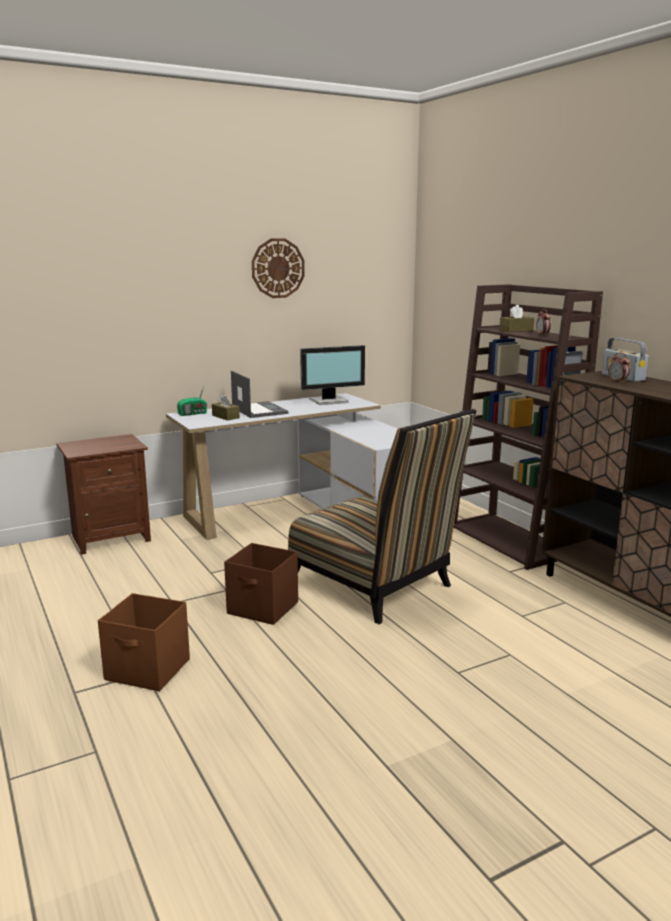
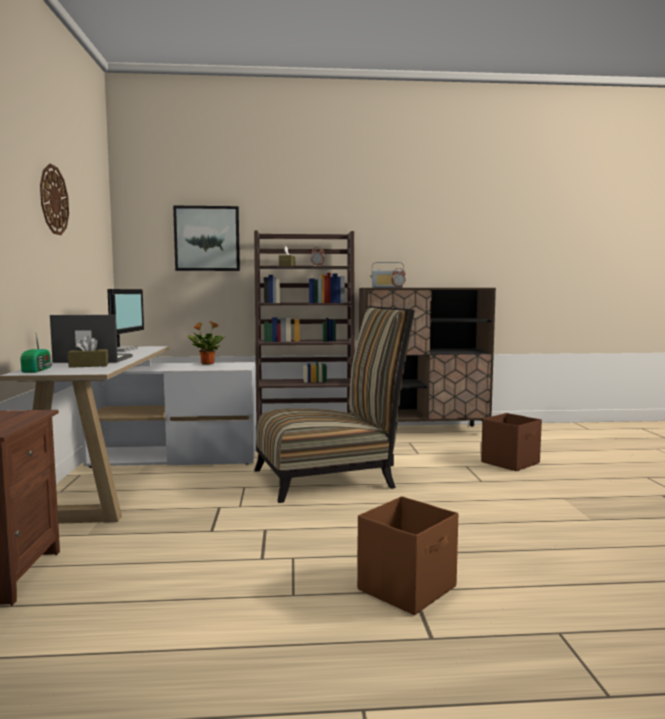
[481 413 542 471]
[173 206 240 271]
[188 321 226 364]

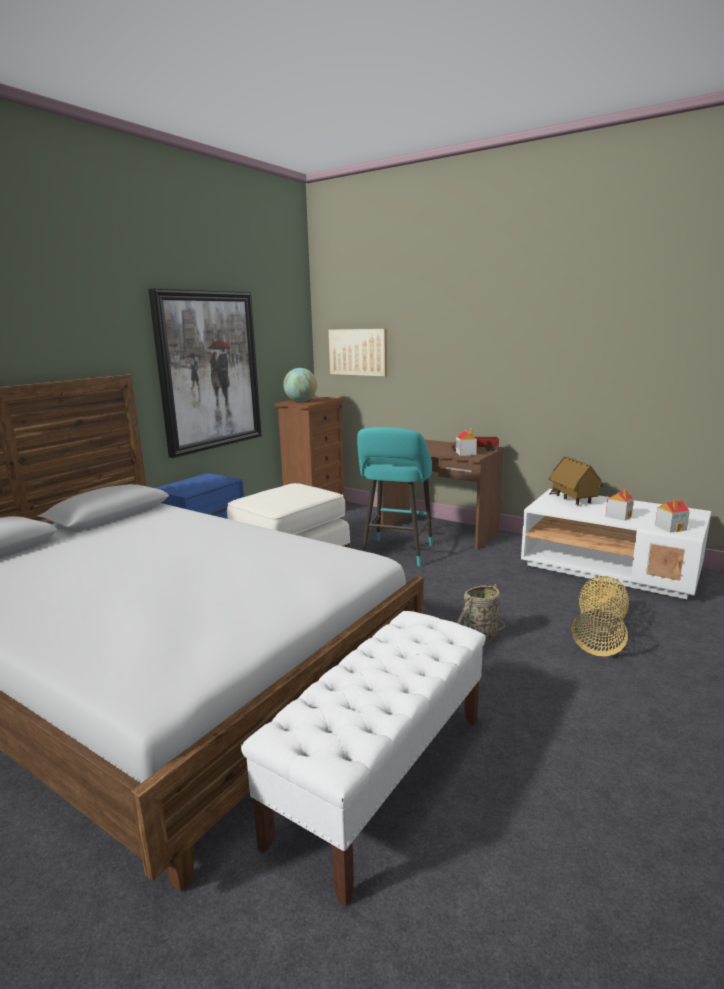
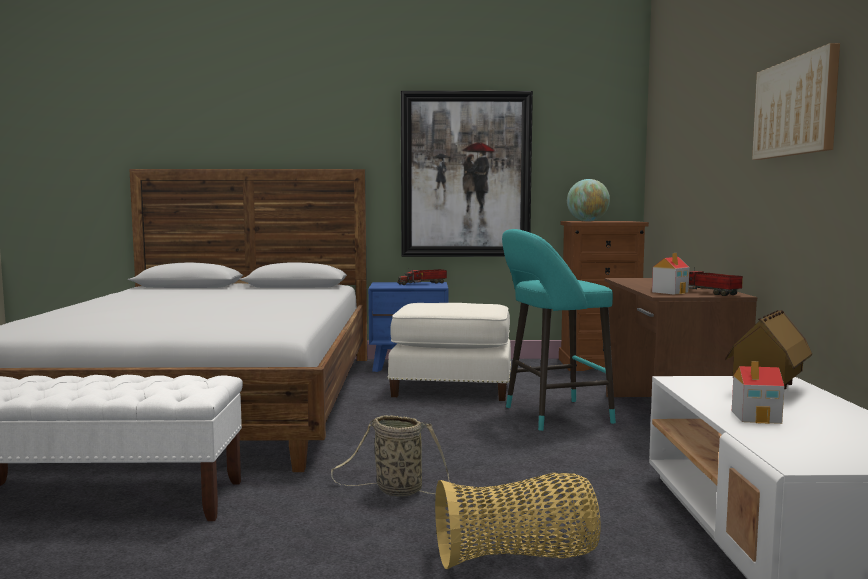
[752 43 840 160]
[655 499 690 533] (first image)
[398 269 447 285]

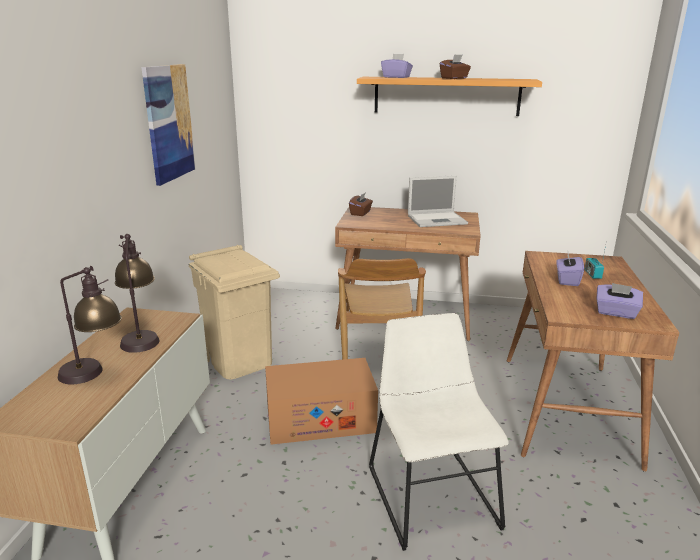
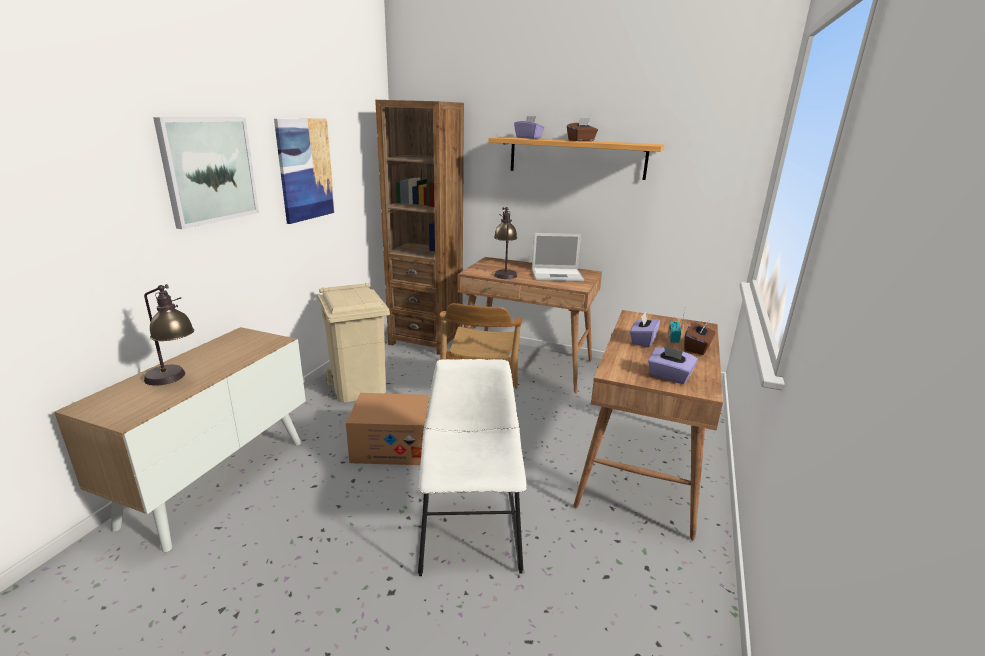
[684 322 715 355]
[494 207 517 279]
[375 100 464 355]
[153 117 259 229]

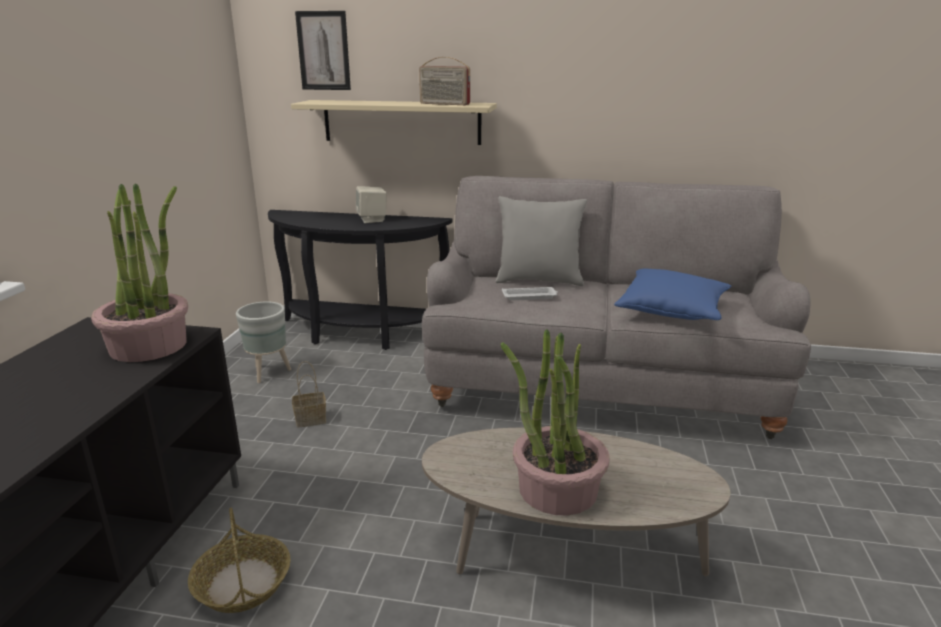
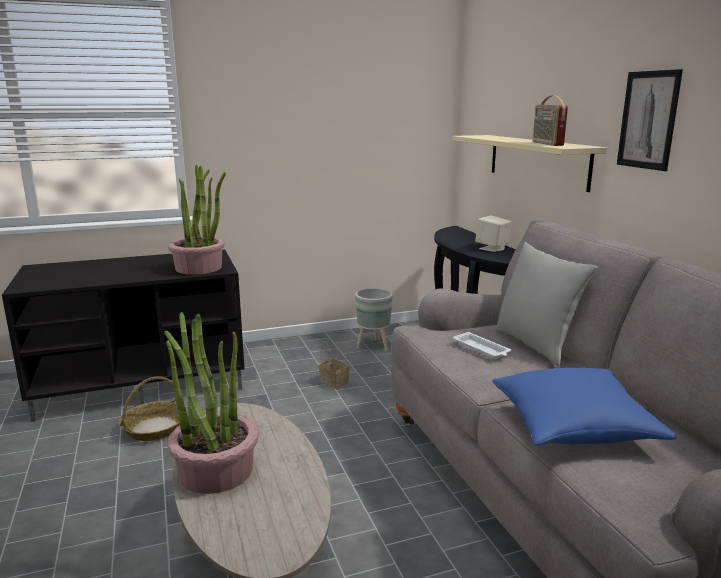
[617 69 683 171]

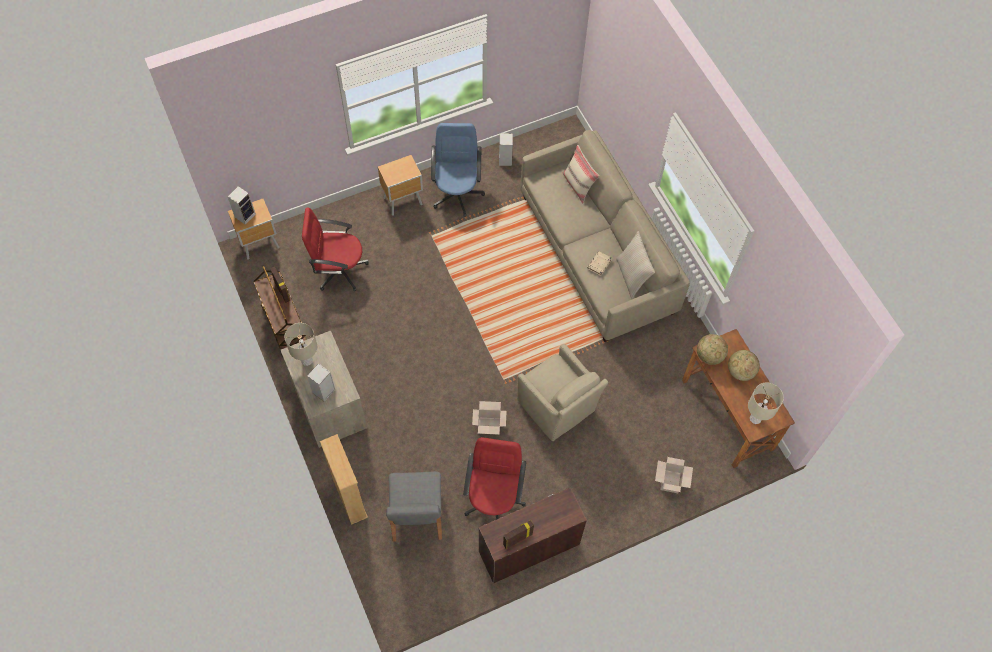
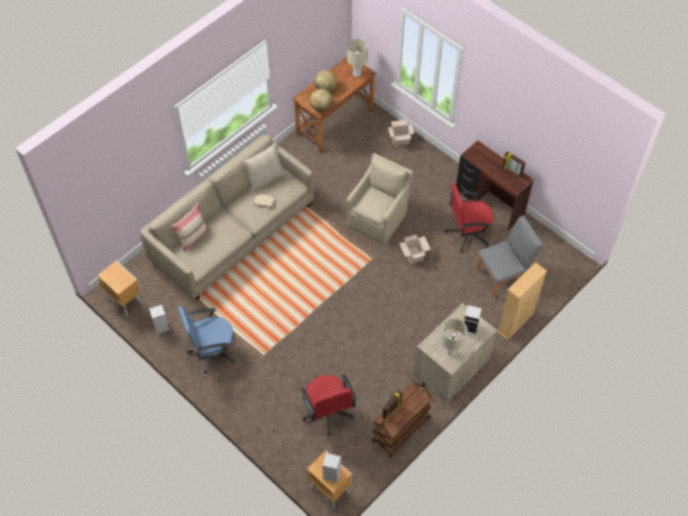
[97 260 143 317]

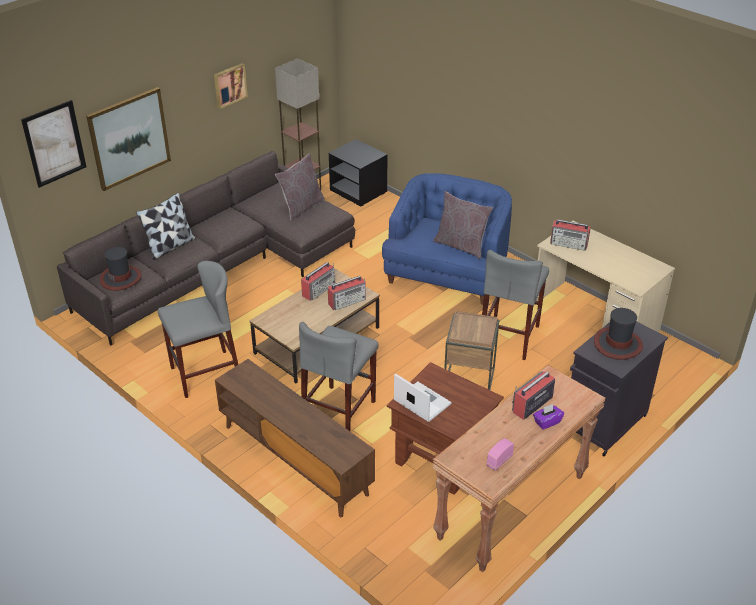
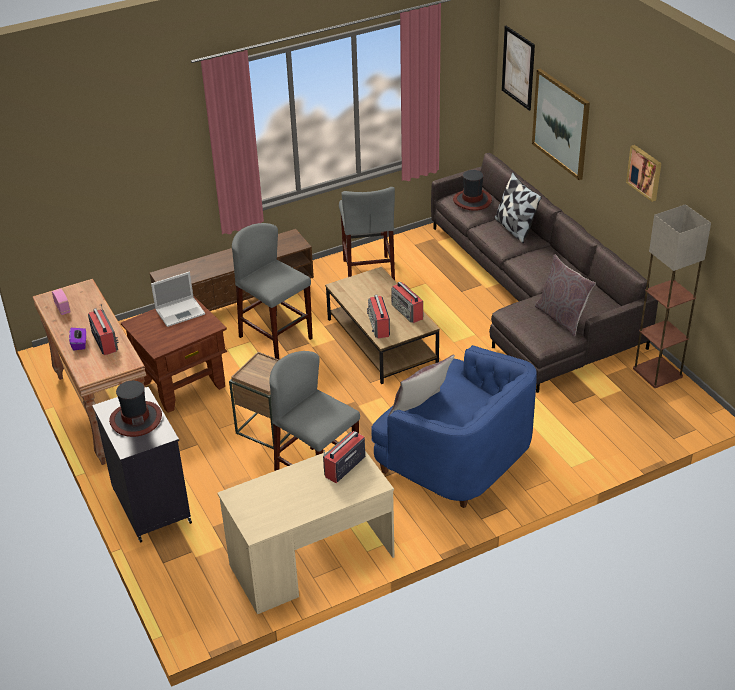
[329 139 388 207] (first image)

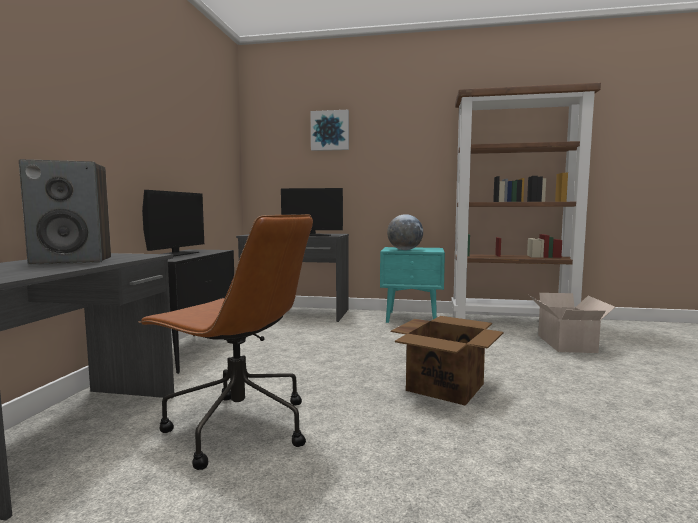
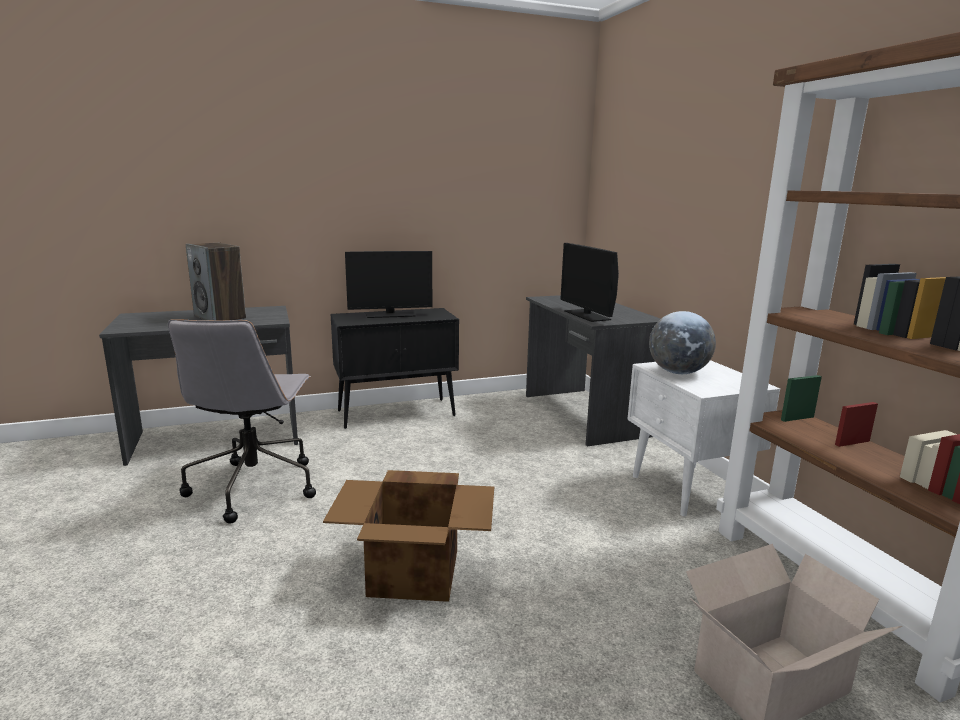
[311 110 349 151] (first image)
[168 319 316 523]
[627 360 780 517]

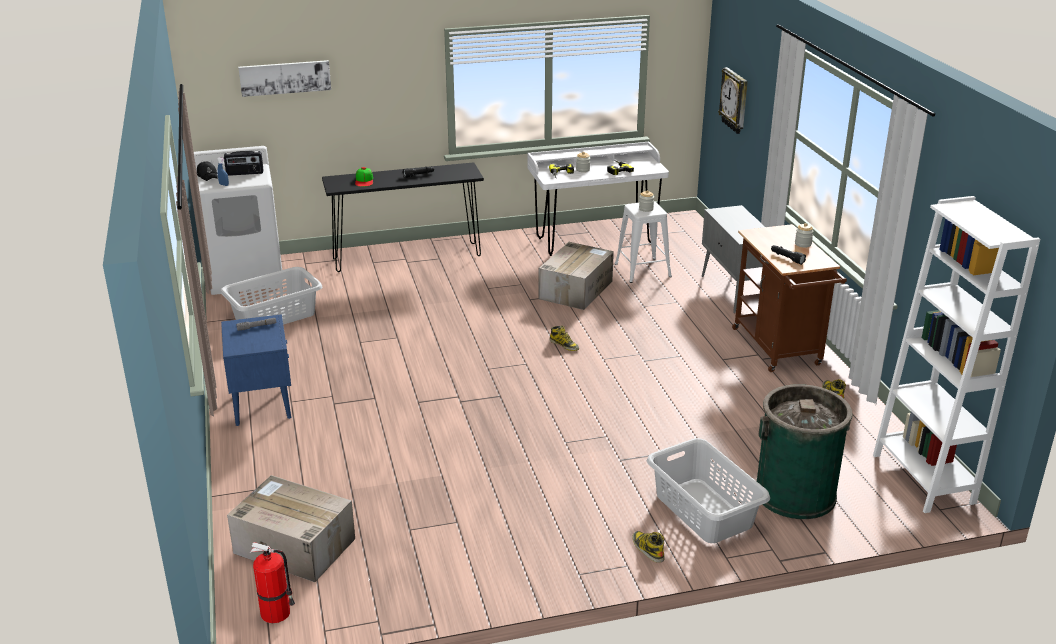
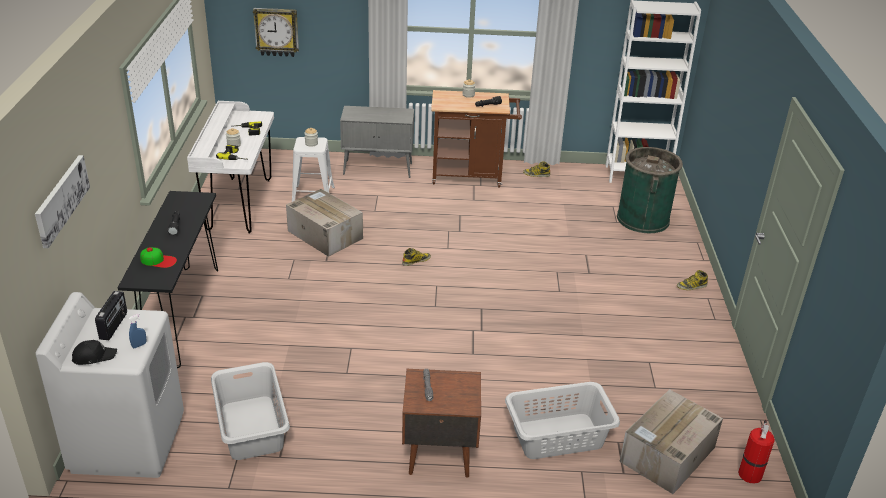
[402 369 481 478]
[505 382 620 459]

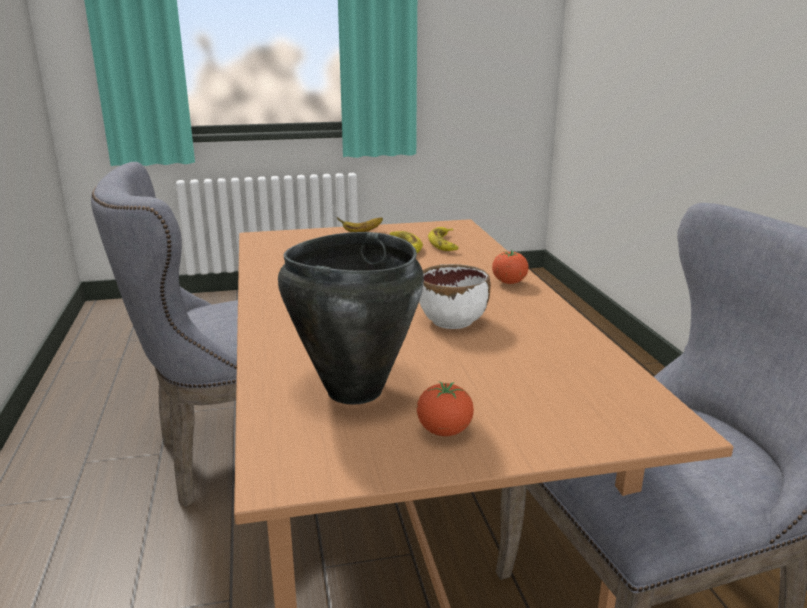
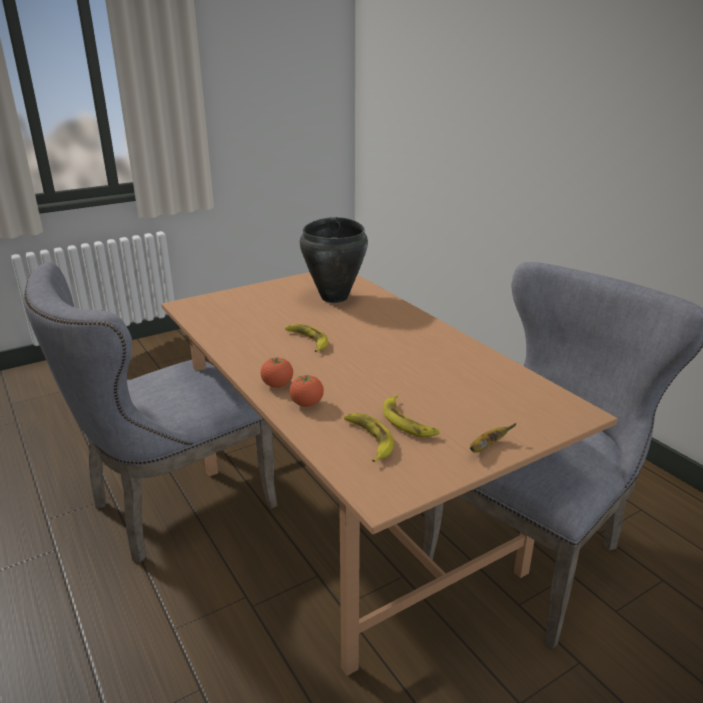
[285 324 328 352]
[289 375 324 407]

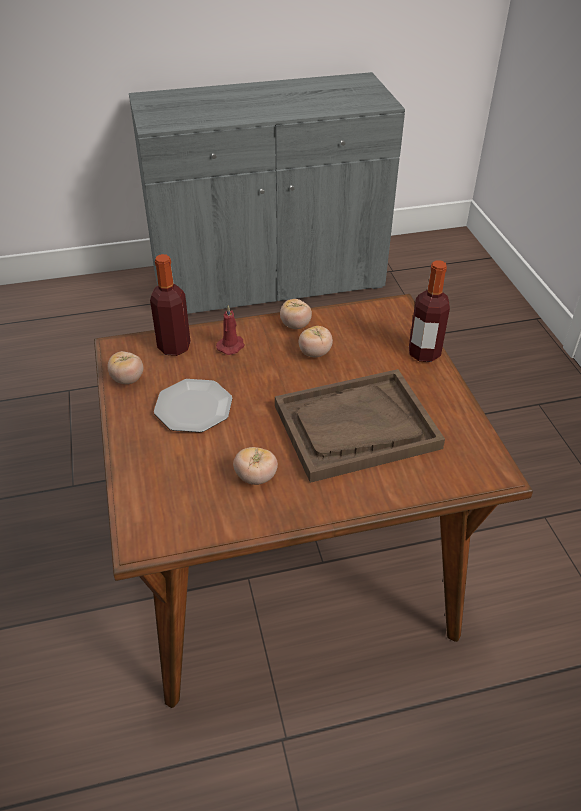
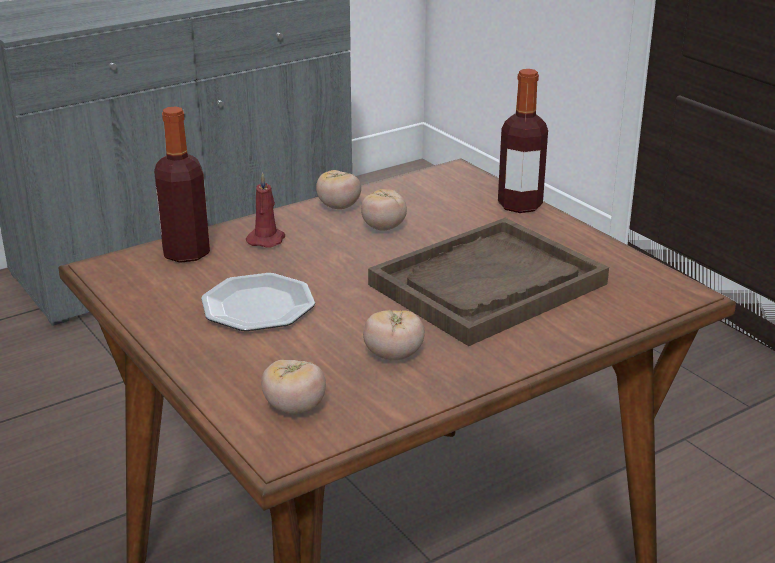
[261 360 326 414]

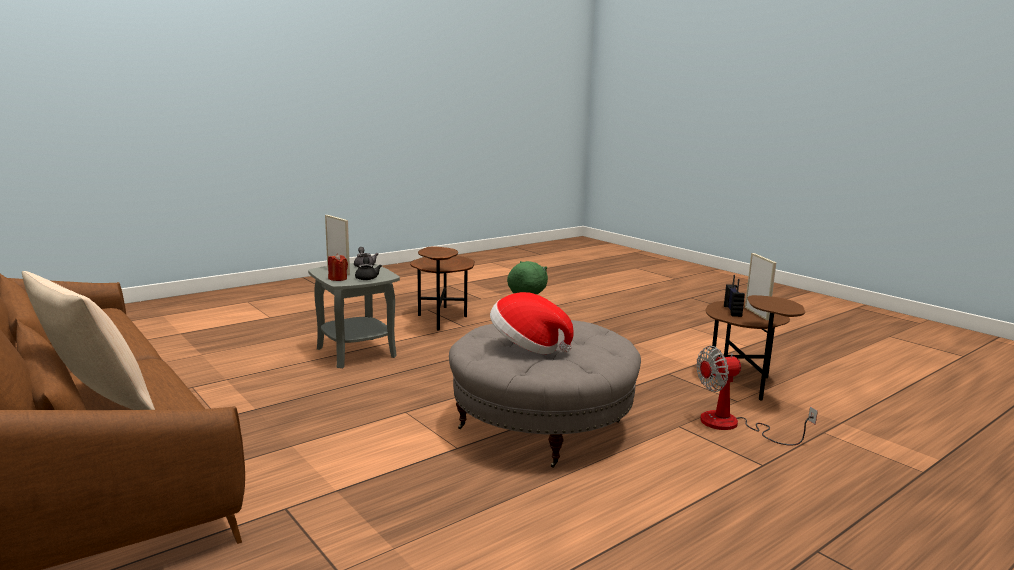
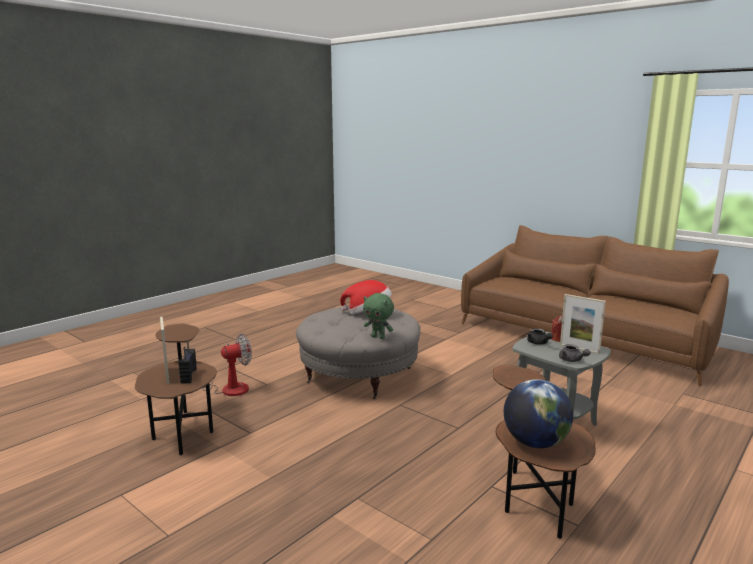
[22 271 155 410] (first image)
[504 379 573 448]

